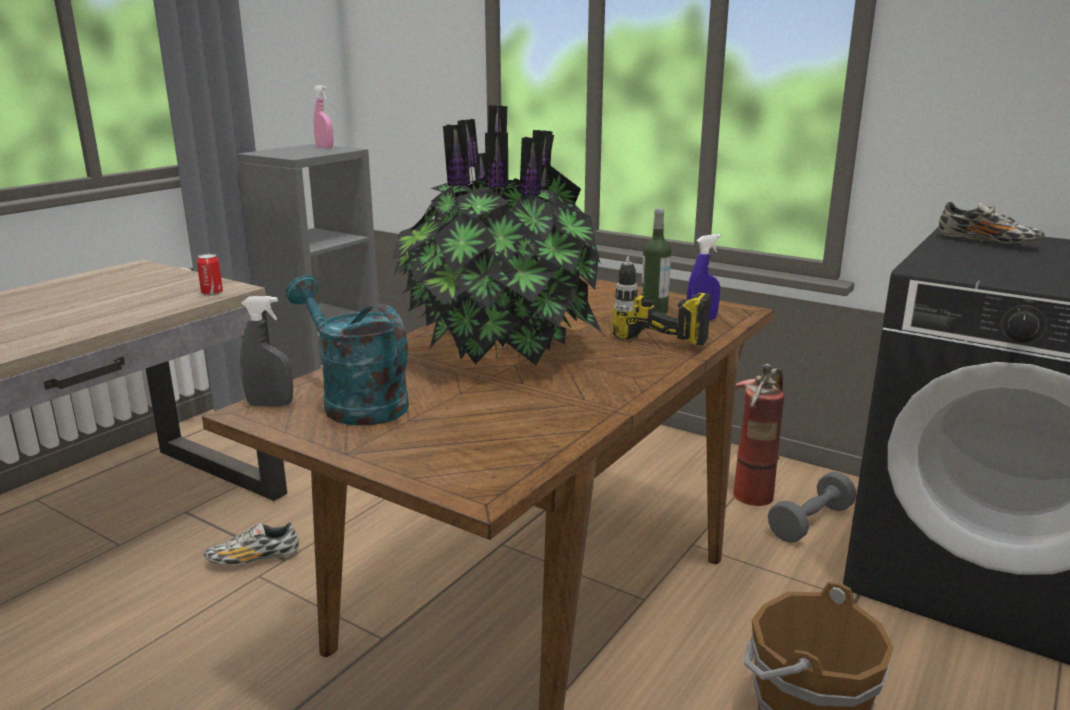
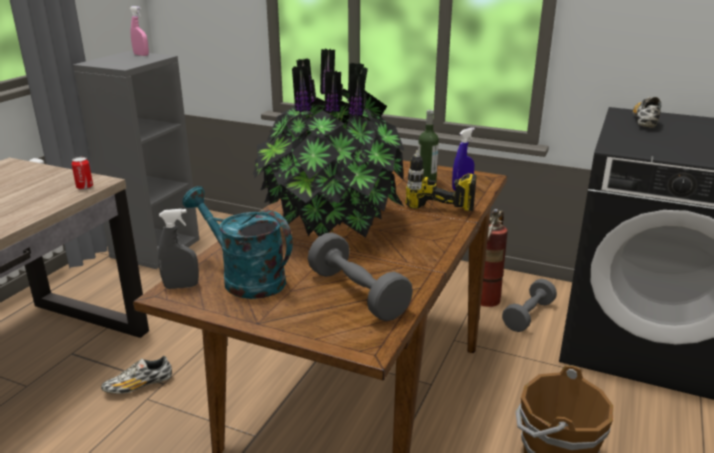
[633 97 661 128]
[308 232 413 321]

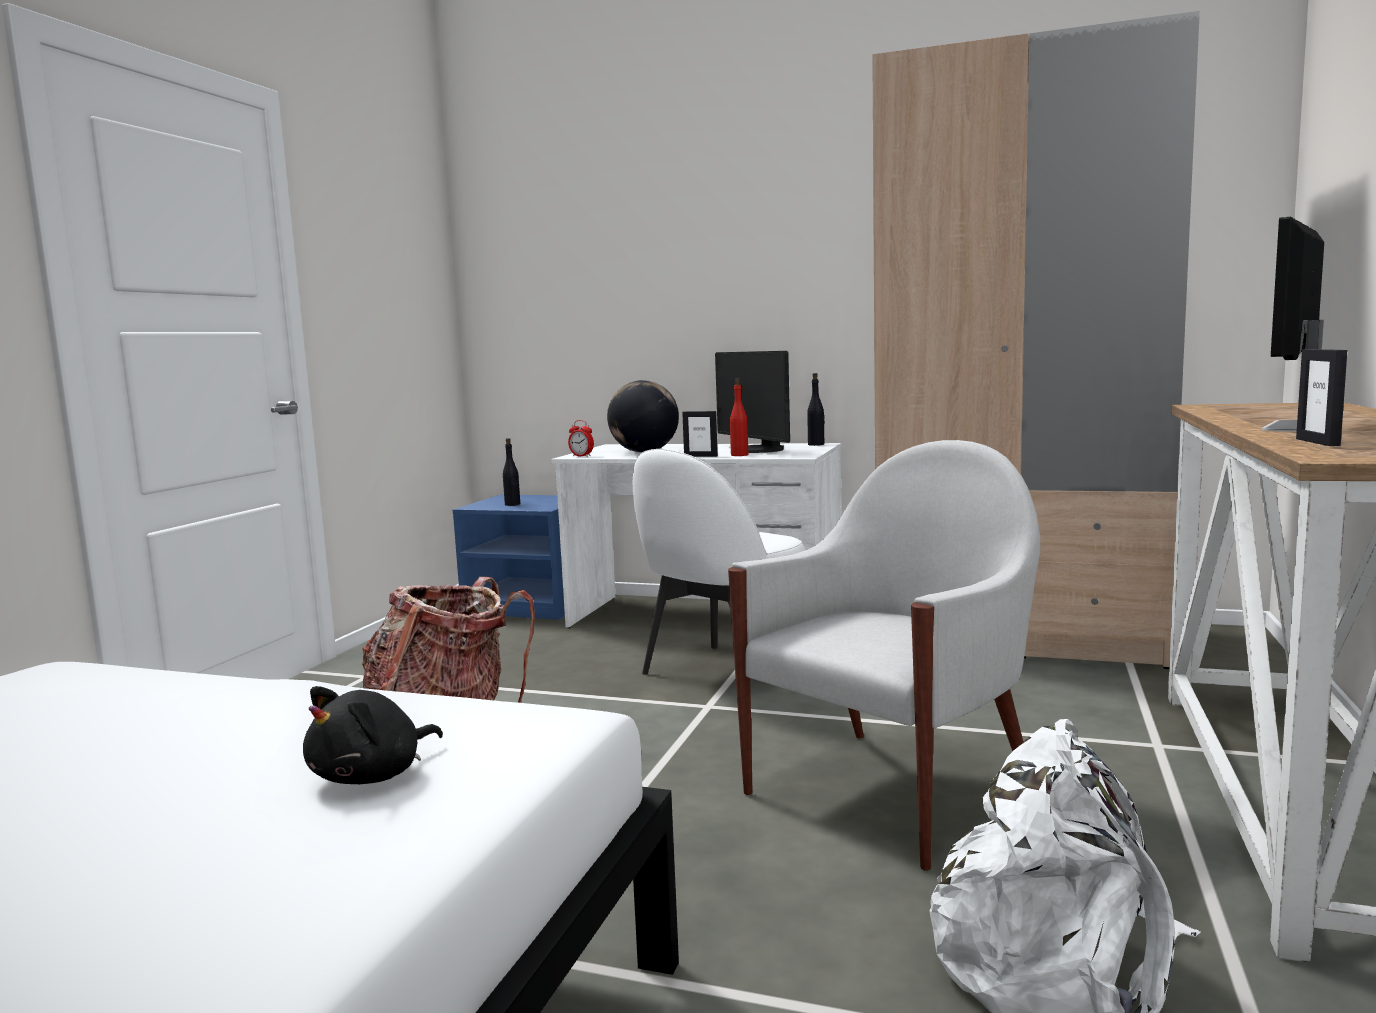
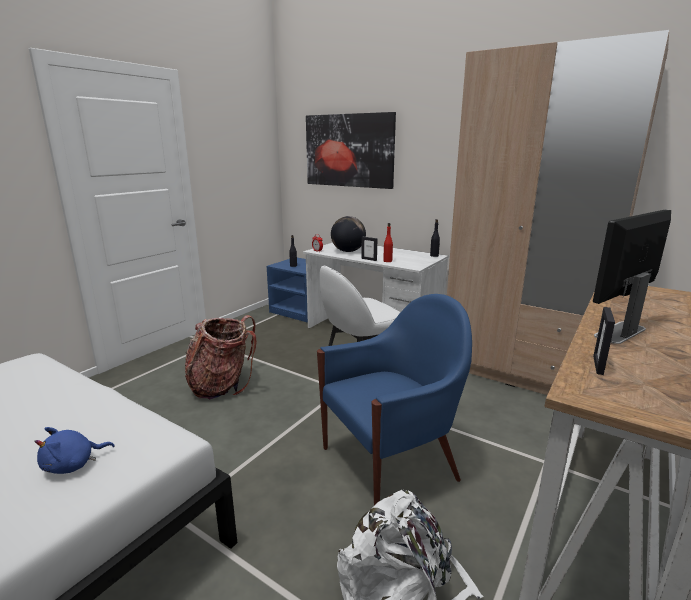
[715 351 790 453] (first image)
[317 294 472 505]
[34 427 115 474]
[306 112 396 189]

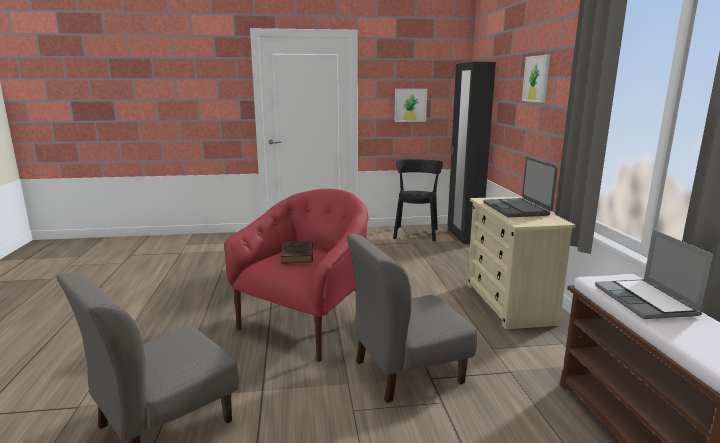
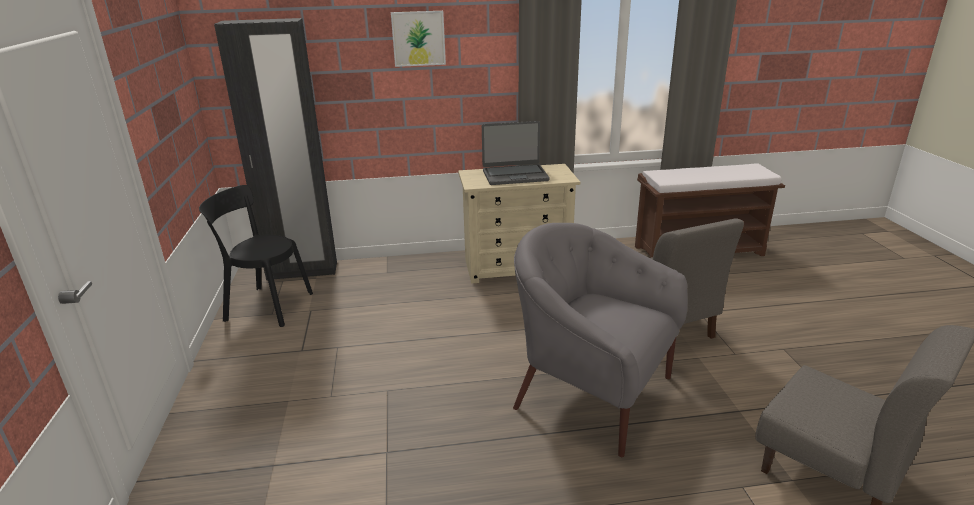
[395 89 427 122] (first image)
[513 223 688 457]
[595 229 714 319] (first image)
[281 241 313 263] (first image)

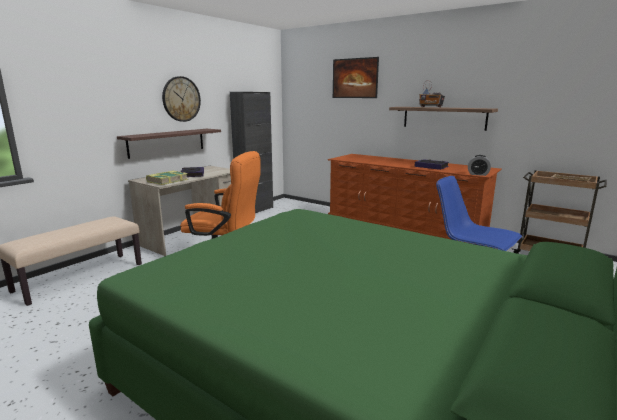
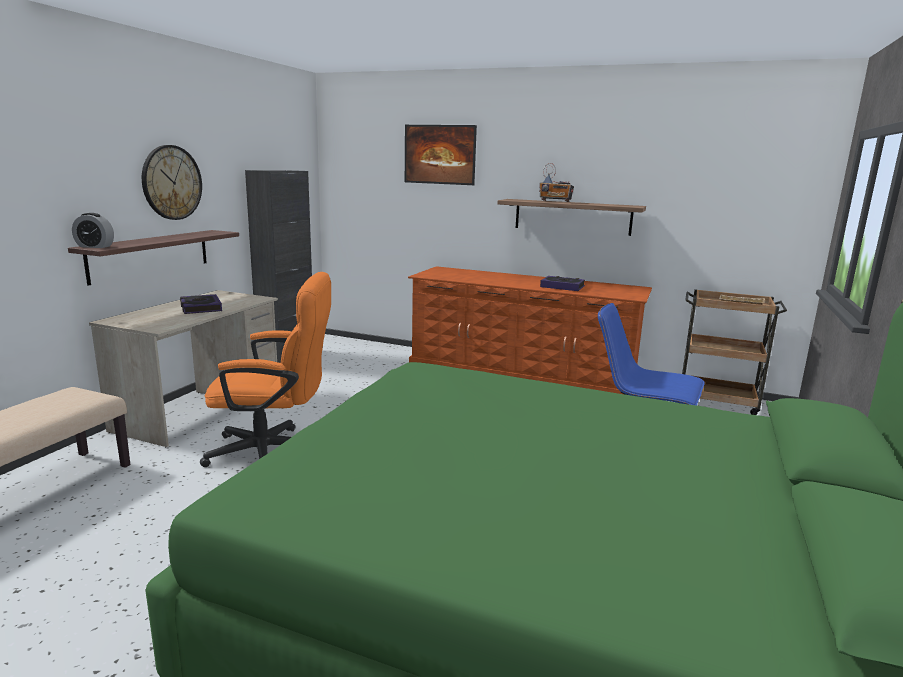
[72 213 114 248]
[146 170 188 185] (first image)

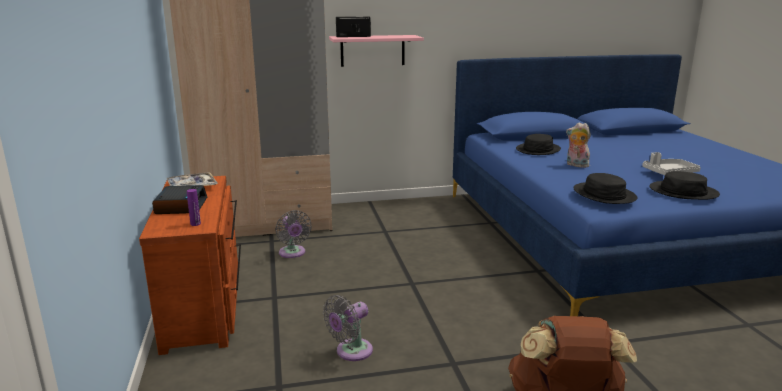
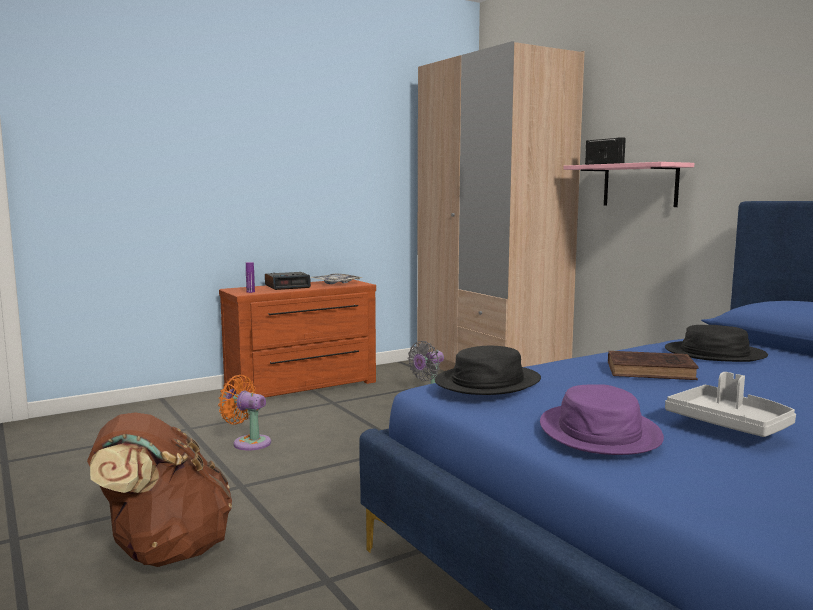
[608 351 699 380]
[540 384 664 455]
[218 375 271 451]

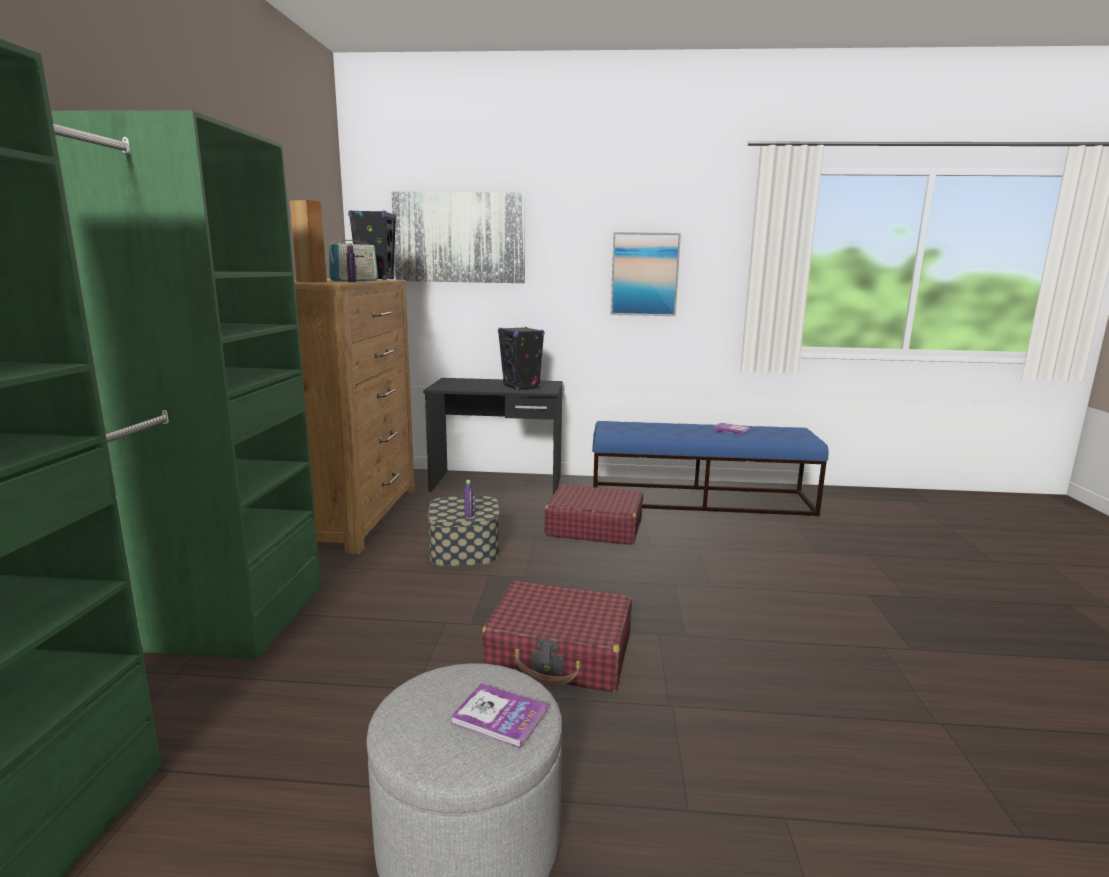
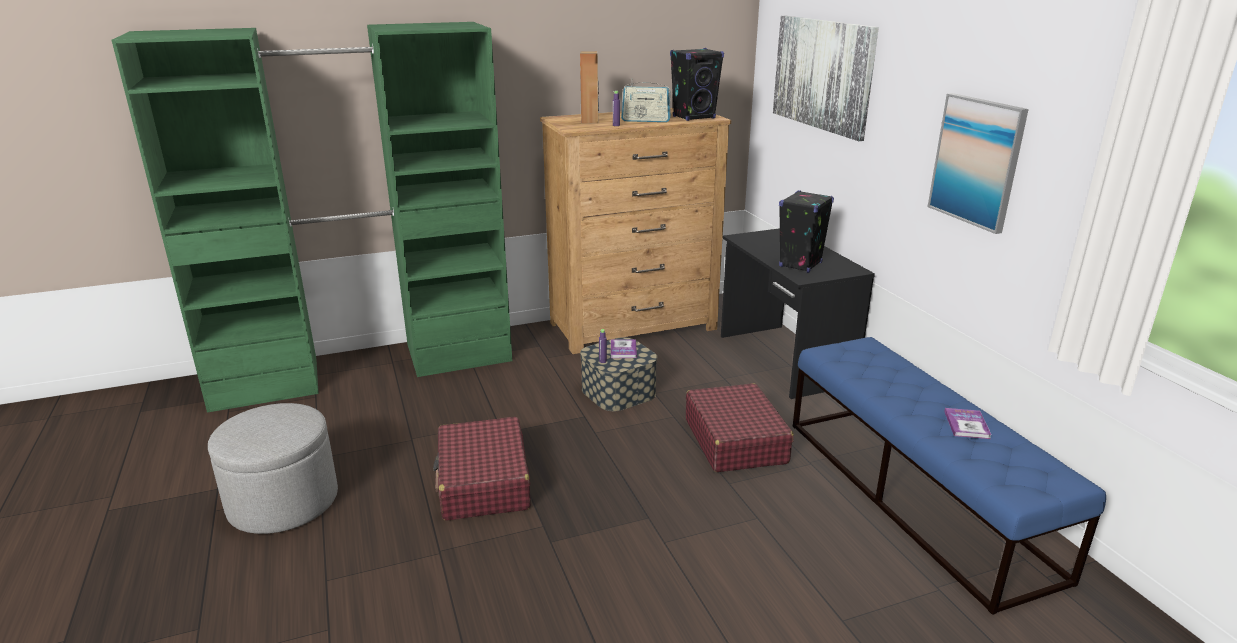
[611 339 637 358]

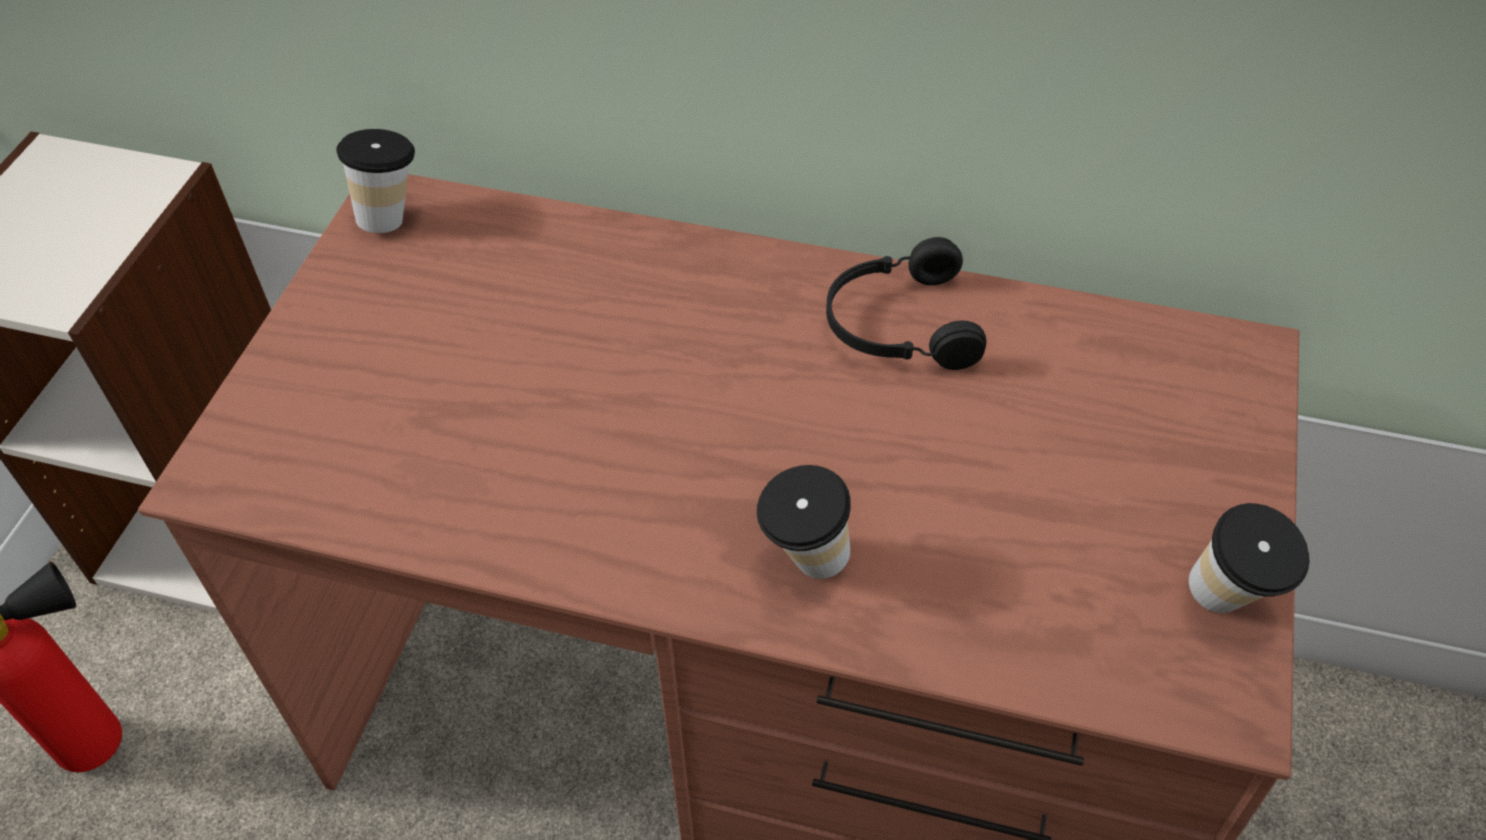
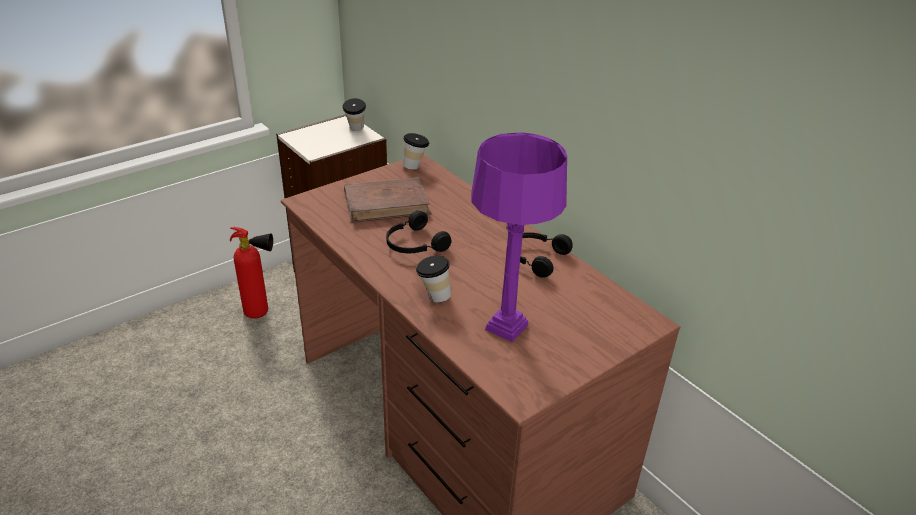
[342 98 366 131]
[471 132 567 342]
[344 177 431 223]
[386 211 452 253]

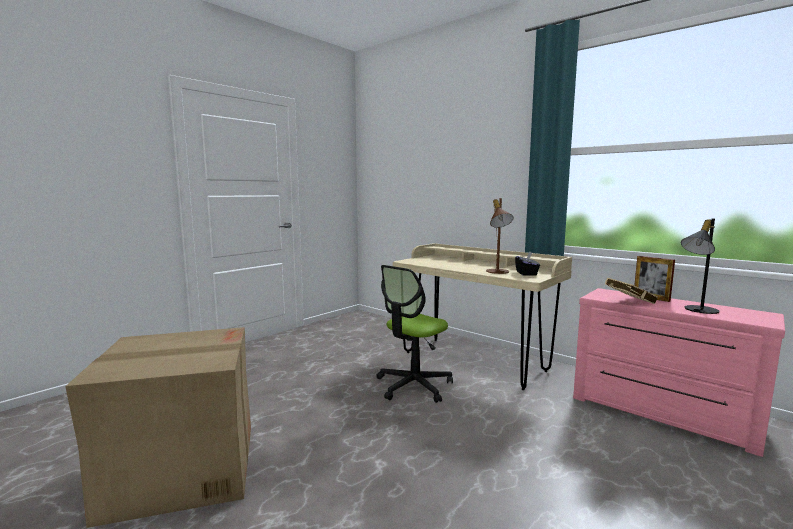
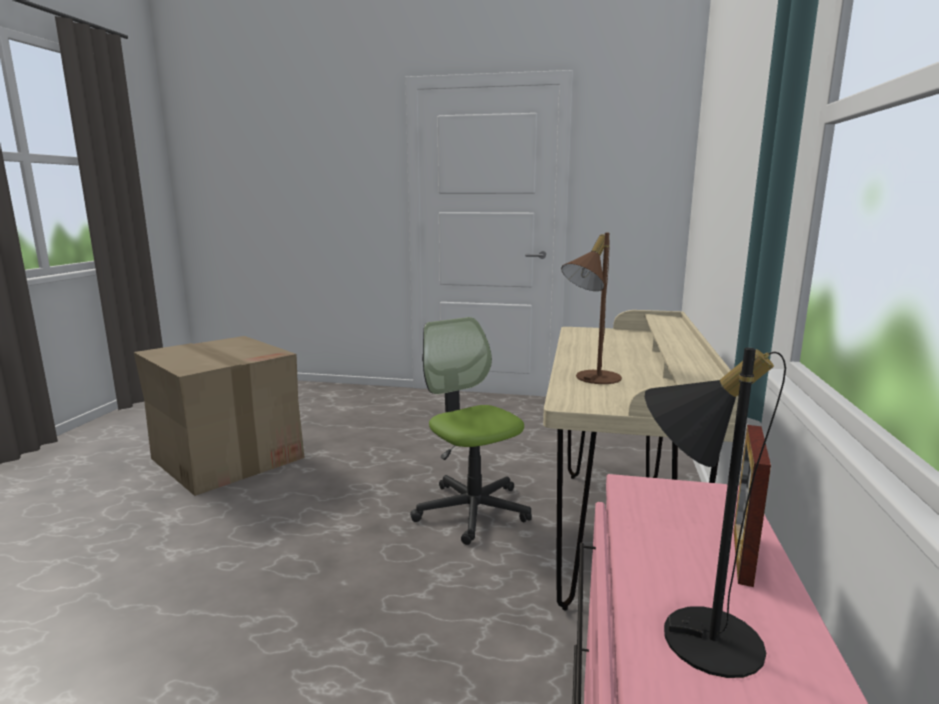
[515 251 540 276] (first image)
[410 317 532 545]
[605 278 658 304] (first image)

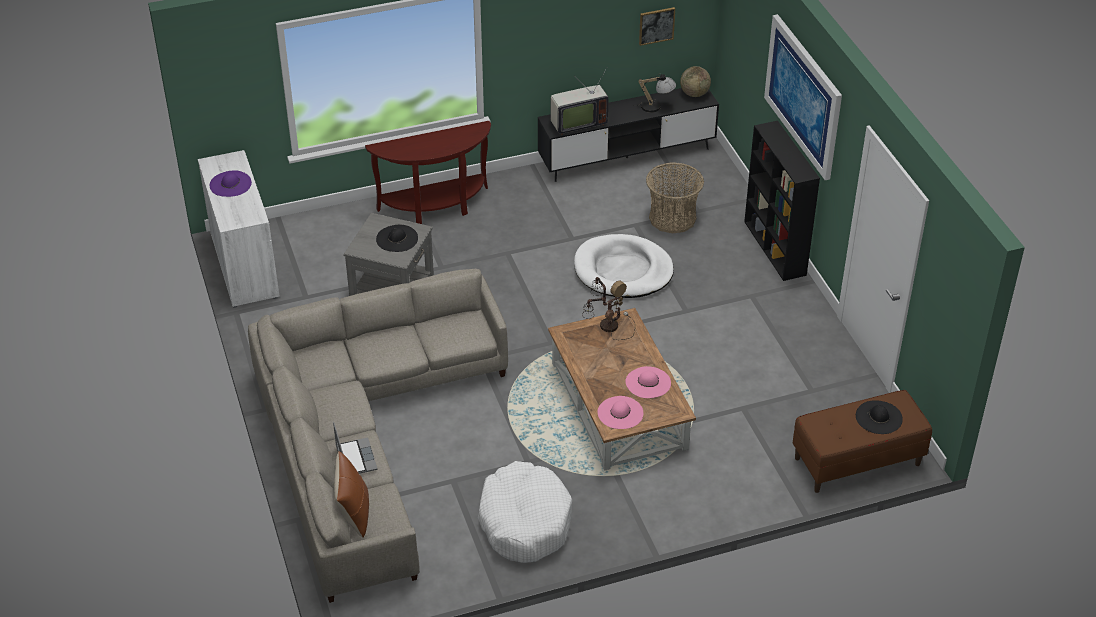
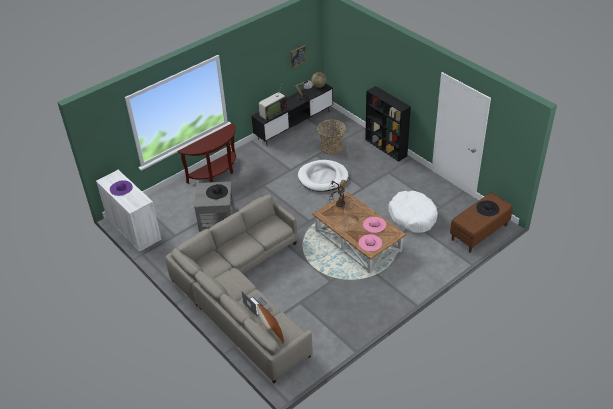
[764 14 842 180] (first image)
[388 191 438 233]

